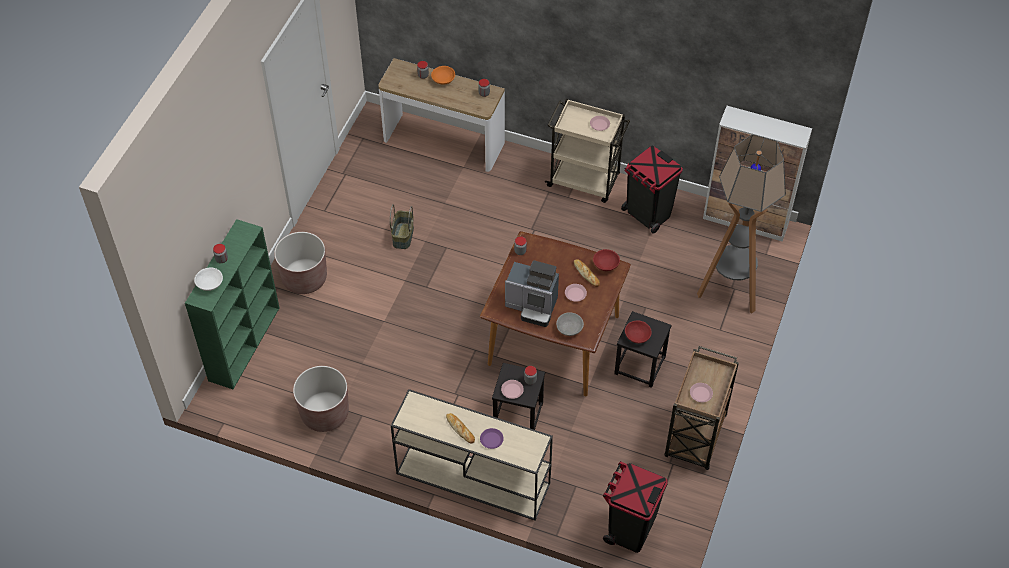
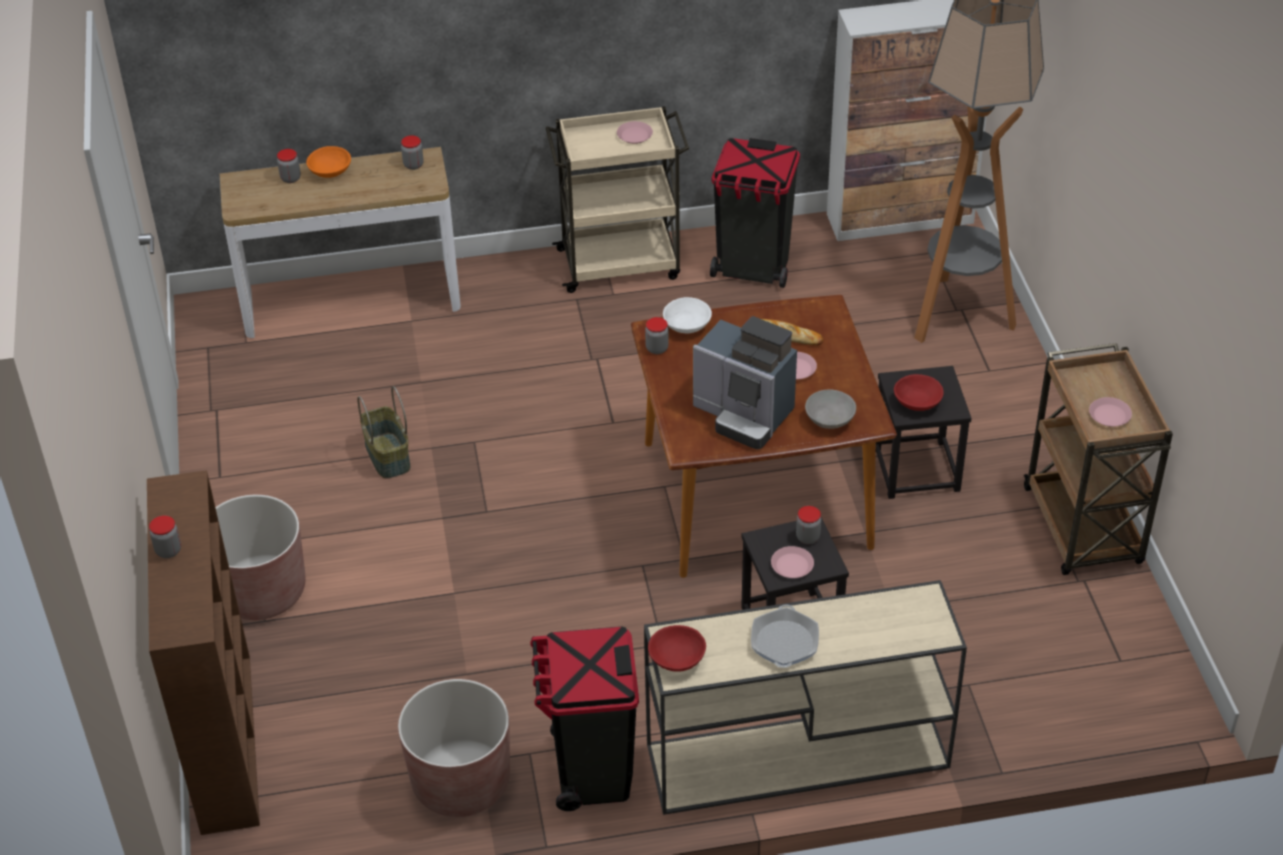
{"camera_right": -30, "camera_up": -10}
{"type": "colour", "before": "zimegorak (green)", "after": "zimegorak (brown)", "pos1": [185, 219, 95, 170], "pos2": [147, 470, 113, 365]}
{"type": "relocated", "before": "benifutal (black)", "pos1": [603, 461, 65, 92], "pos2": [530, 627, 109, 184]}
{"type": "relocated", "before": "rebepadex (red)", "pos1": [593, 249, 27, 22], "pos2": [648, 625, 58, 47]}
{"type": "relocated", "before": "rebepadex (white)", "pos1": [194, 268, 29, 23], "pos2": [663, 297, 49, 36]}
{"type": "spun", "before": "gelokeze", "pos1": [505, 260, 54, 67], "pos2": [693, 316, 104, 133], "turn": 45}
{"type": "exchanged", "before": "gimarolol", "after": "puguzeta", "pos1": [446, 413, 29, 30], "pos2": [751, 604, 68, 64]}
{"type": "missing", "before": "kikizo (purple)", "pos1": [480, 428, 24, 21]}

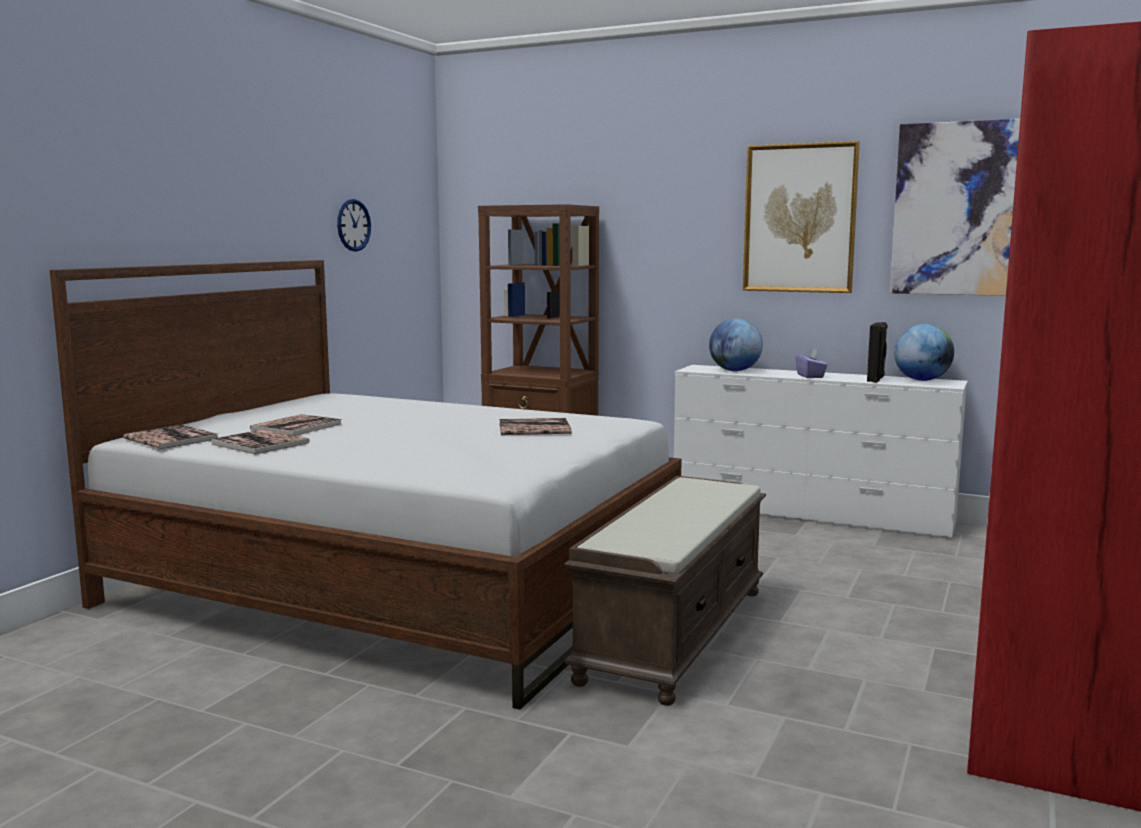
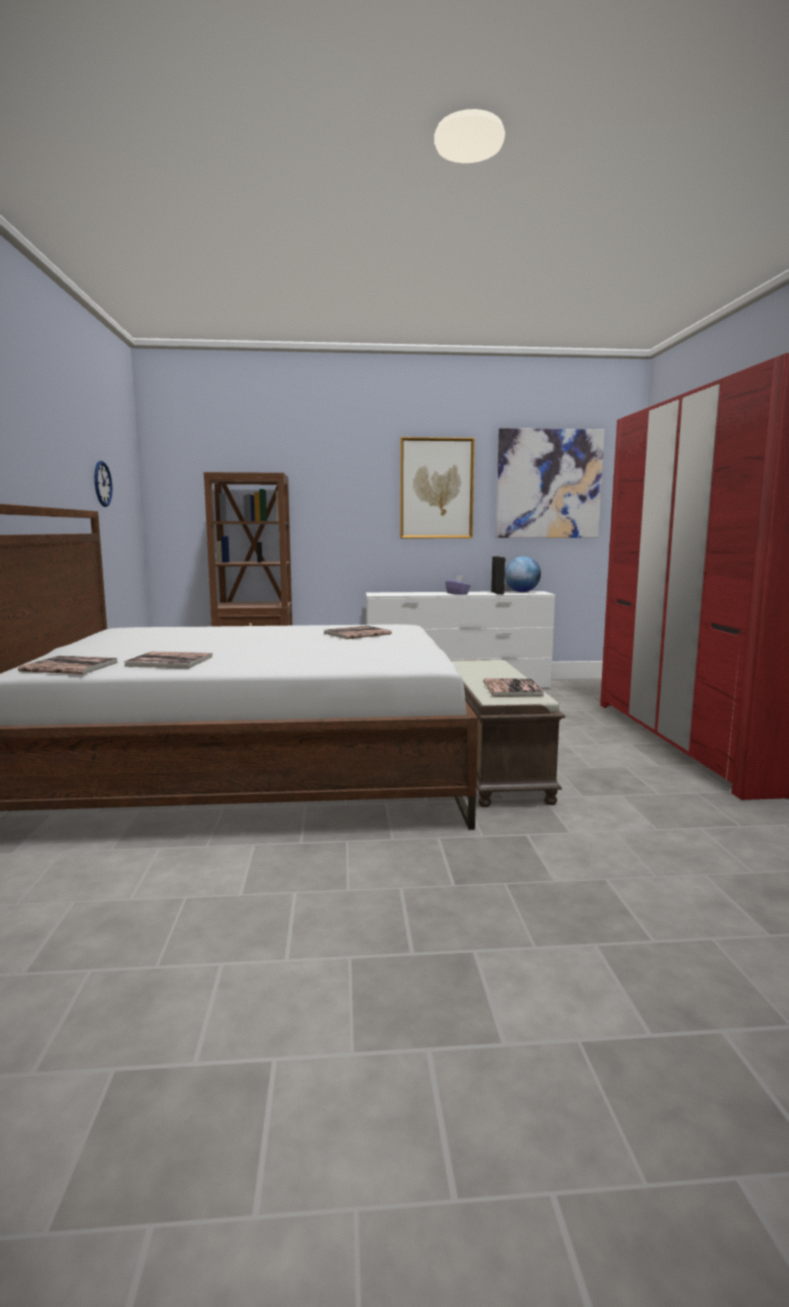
{"camera_right": -30, "camera_up": 0}
{"type": "relocated", "before": "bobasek", "pos1": [250, 414, 92, 22], "pos2": [483, 678, 61, 18]}
{"type": "missing", "before": "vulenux", "pos1": [709, 318, 54, 53]}

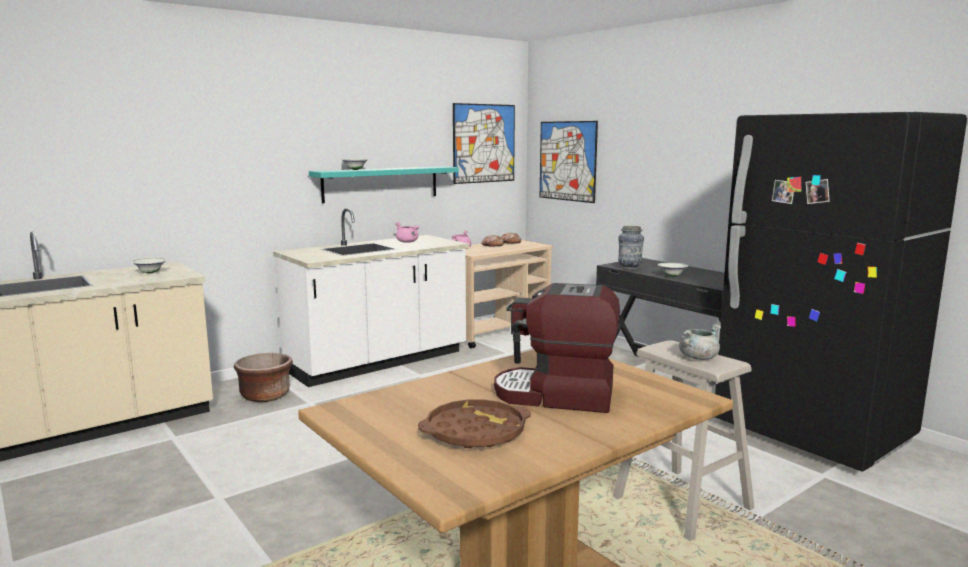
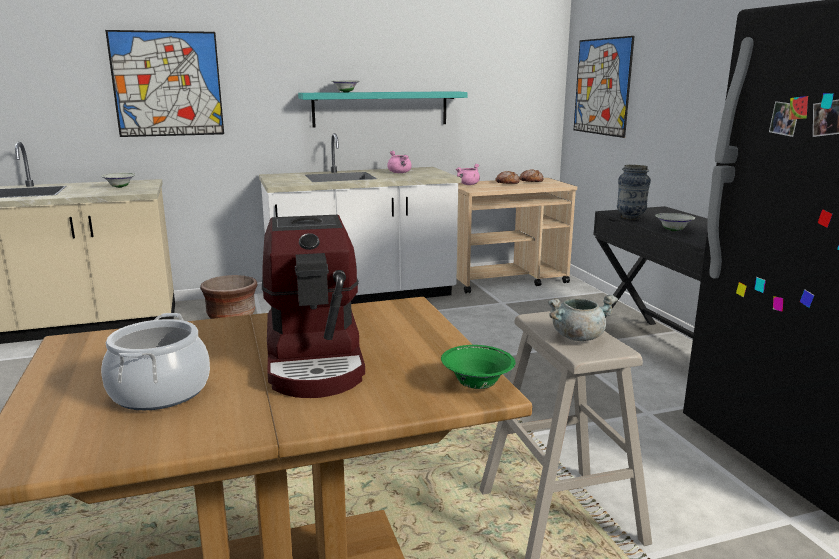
{"camera_right": 20, "camera_up": 5}
{"type": "exchanged", "before": "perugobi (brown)", "after": "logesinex", "pos1": [418, 399, 113, 49], "pos2": [101, 313, 109, 97]}
{"type": "relocated", "before": "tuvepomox", "pos1": [453, 103, 62, 81], "pos2": [105, 30, 119, 107]}
{"type": "spun", "before": "gelokeze", "pos1": [494, 283, 126, 130], "pos2": [262, 215, 103, 183], "turn": -135}
{"type": "appeared", "after": "rebepadex (green)", "pos2": [441, 345, 74, 44]}

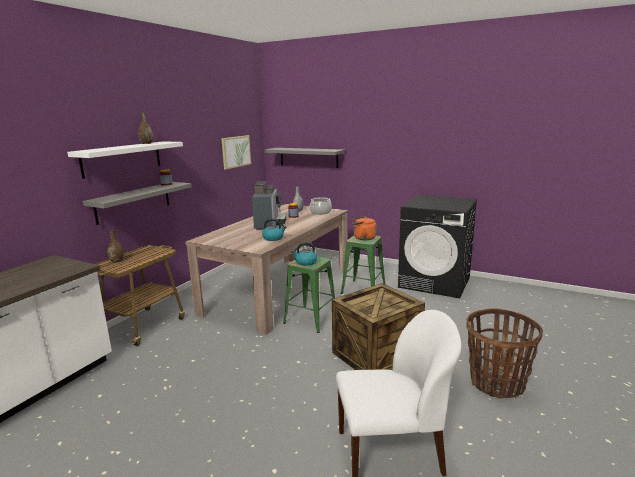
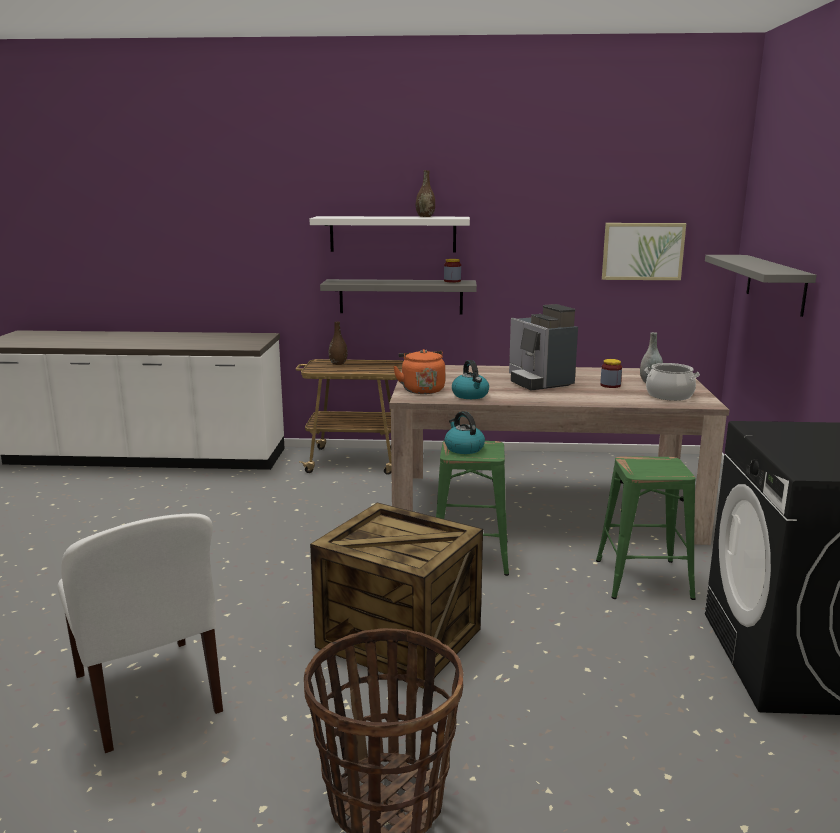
{"camera_right": 65, "camera_up": 0}
{"type": "relocated", "before": "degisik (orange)", "pos1": [352, 216, 25, 24], "pos2": [393, 349, 52, 45]}
{"type": "spun", "before": "gelokeze", "pos1": [252, 181, 34, 49], "pos2": [509, 304, 69, 87], "turn": 90}

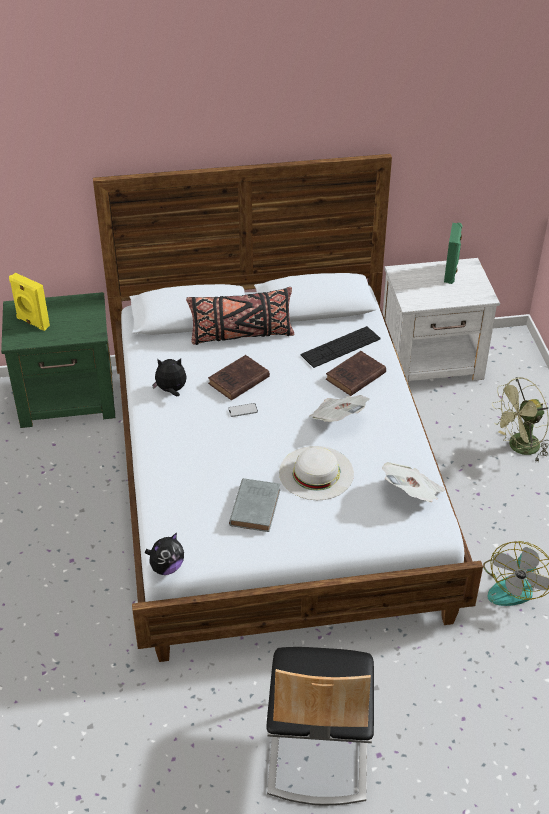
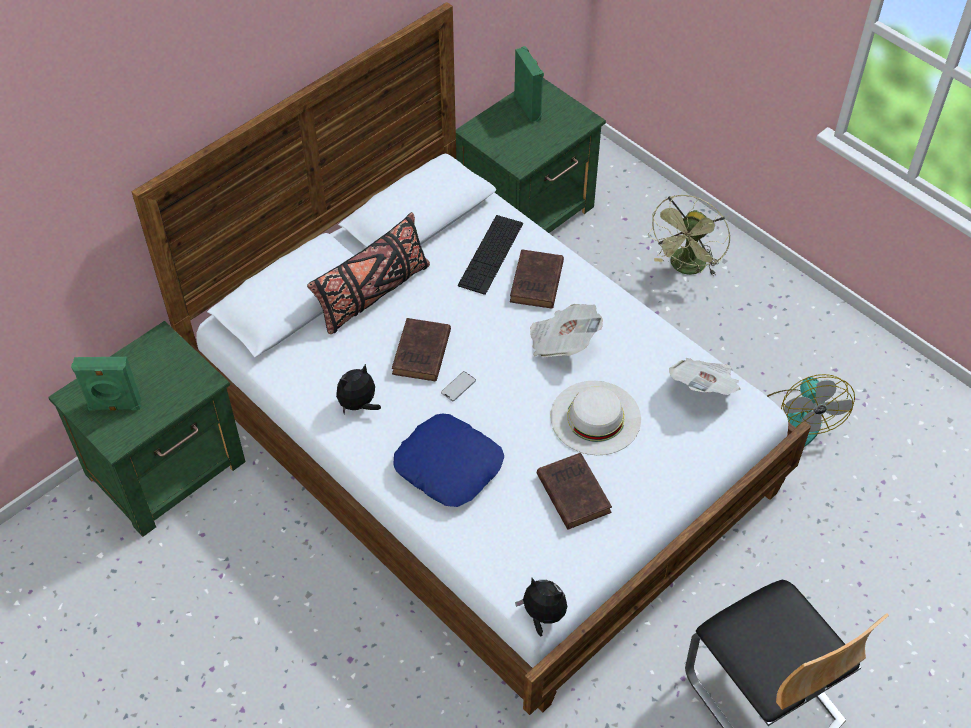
{"camera_right": -35, "camera_up": 10}
{"type": "colour", "before": "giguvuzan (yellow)", "after": "giguvuzan (green)", "pos1": [9, 273, 41, 58], "pos2": [71, 357, 70, 54]}
{"type": "appeared", "after": "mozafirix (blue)", "pos2": [393, 414, 111, 93]}
{"type": "colour", "before": "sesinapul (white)", "after": "sesinapul (green)", "pos1": [383, 258, 117, 124], "pos2": [456, 78, 150, 155]}
{"type": "spun", "before": "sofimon", "pos1": [145, 533, 39, 42], "pos2": [515, 578, 53, 59], "turn": -75}
{"type": "colour", "before": "bobasek (grey)", "after": "bobasek (brown)", "pos1": [229, 478, 51, 54], "pos2": [537, 453, 75, 76]}

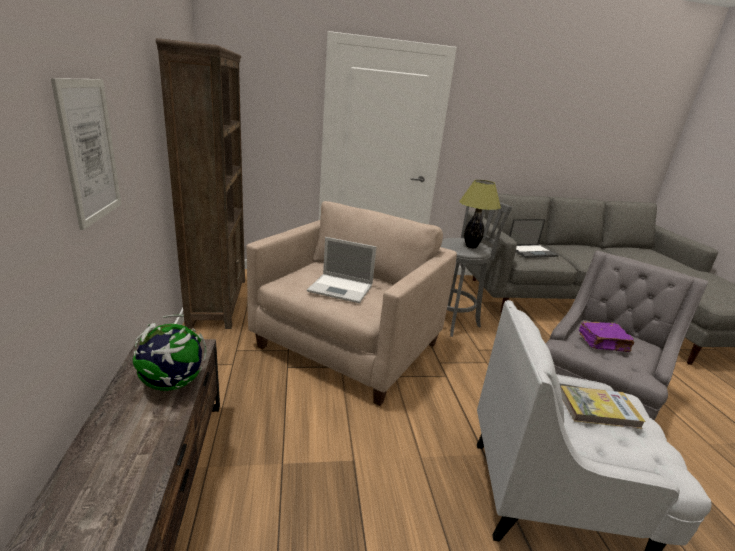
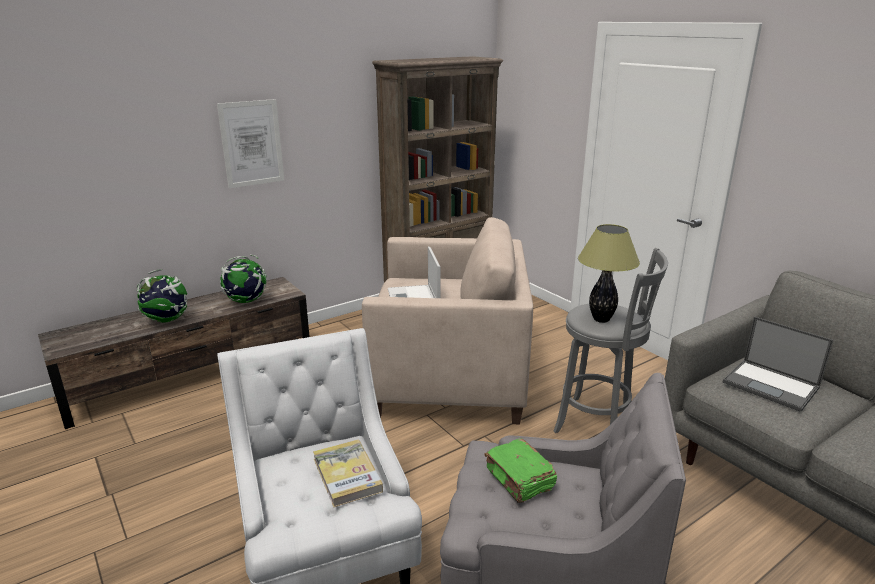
{"camera_right": 65, "camera_up": 0}
{"type": "appeared", "after": "vulenux", "pos2": [137, 269, 51, 54]}
{"type": "colour", "before": "bobasek (purple)", "after": "bobasek (green)", "pos1": [579, 322, 55, 30], "pos2": [484, 439, 73, 64]}

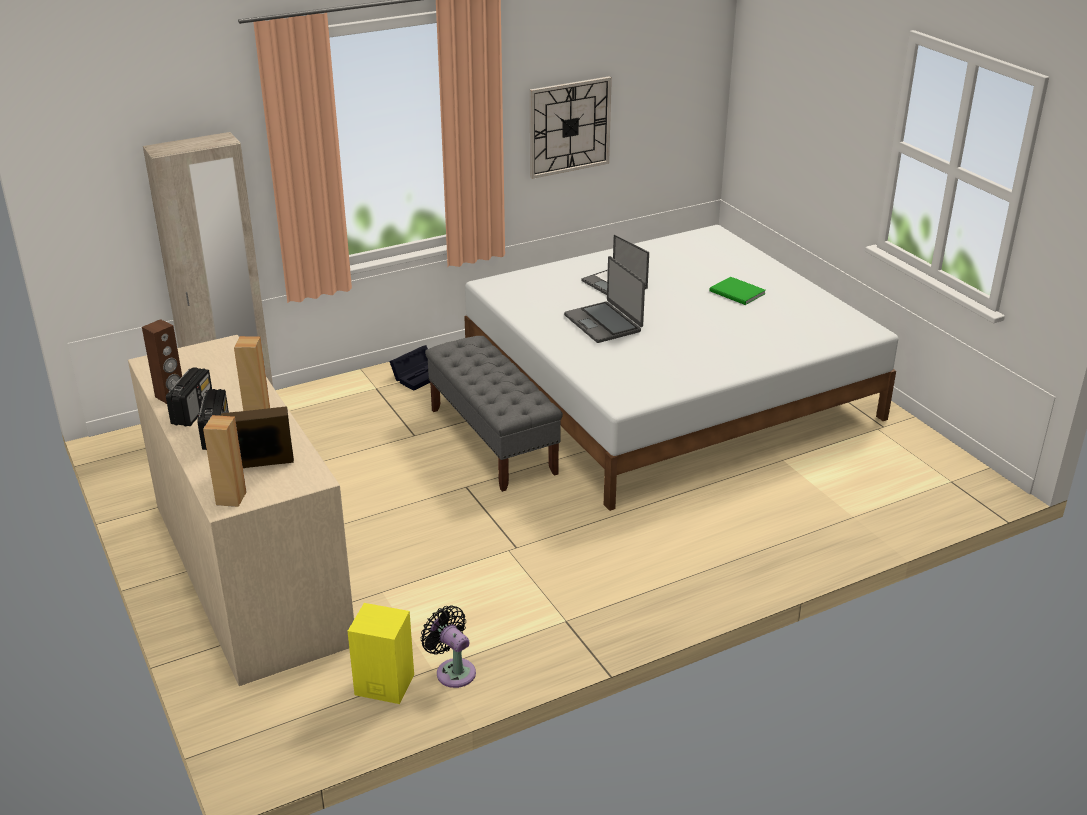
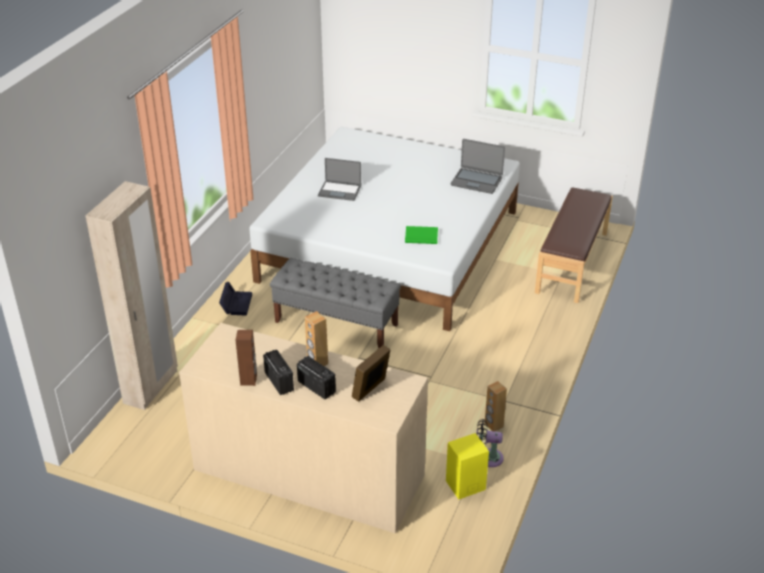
{"camera_right": -40, "camera_up": 5}
{"type": "relocated", "before": "bobasek (green)", "pos1": [709, 277, 57, 28], "pos2": [405, 226, 33, 18]}
{"type": "relocated", "before": "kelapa", "pos1": [564, 256, 81, 87], "pos2": [451, 139, 54, 55]}
{"type": "relocated", "before": "giguvuzan (brown)", "pos1": [203, 415, 43, 92], "pos2": [485, 381, 22, 50]}
{"type": "appeared", "after": "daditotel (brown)", "pos2": [535, 187, 78, 116]}
{"type": "missing", "before": "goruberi", "pos1": [530, 76, 82, 103]}

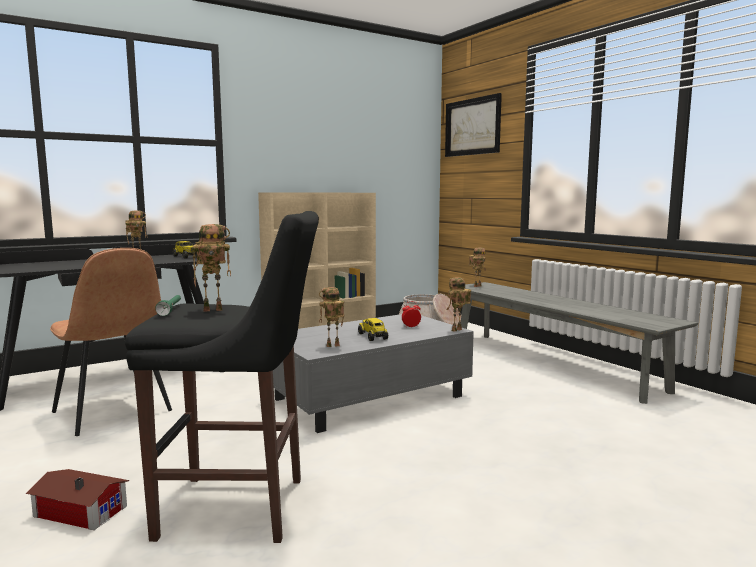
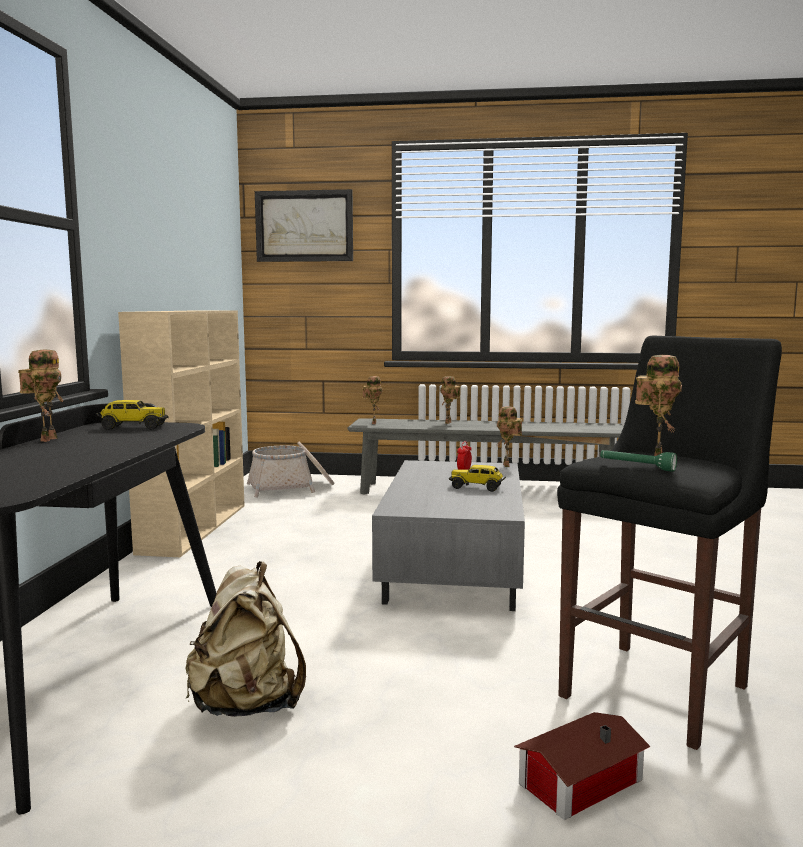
{"camera_right": -50, "camera_up": 0}
{"type": "exchanged", "before": "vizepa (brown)", "after": "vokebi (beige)", "pos1": [50, 248, 122, 188], "pos2": [186, 561, 120, 156]}
{"type": "relocated", "before": "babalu", "pos1": [319, 287, 25, 60], "pos2": [440, 376, 20, 48]}

